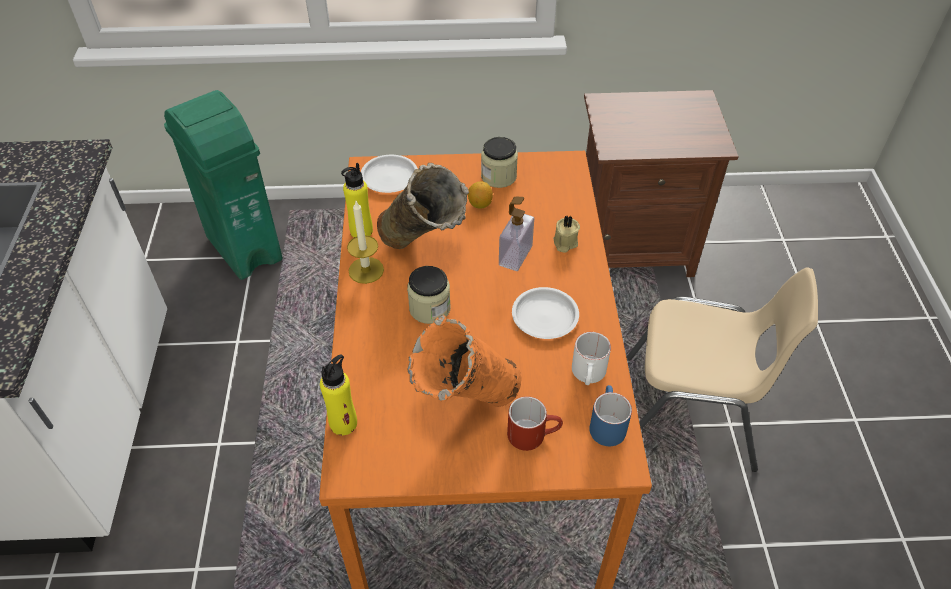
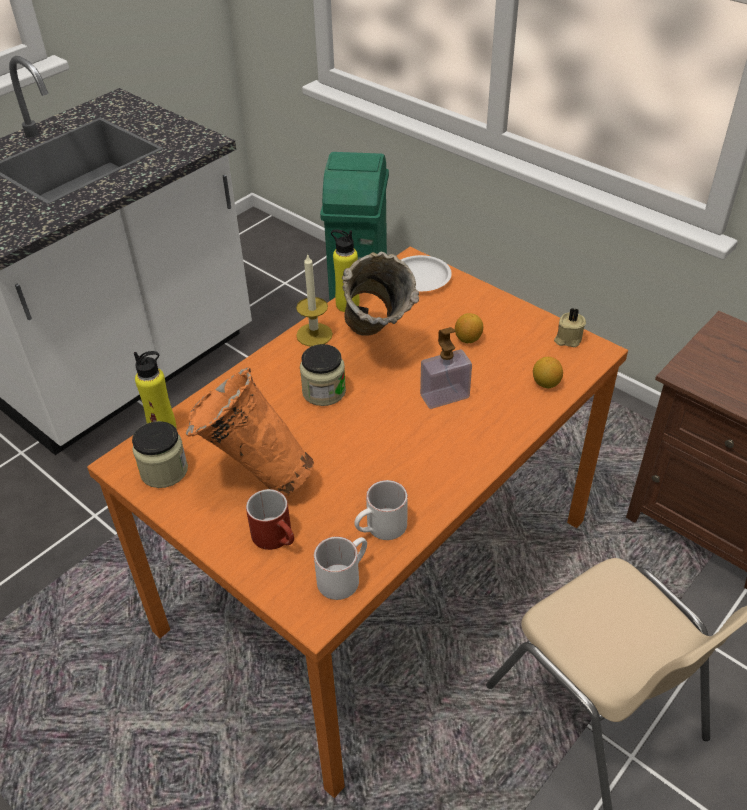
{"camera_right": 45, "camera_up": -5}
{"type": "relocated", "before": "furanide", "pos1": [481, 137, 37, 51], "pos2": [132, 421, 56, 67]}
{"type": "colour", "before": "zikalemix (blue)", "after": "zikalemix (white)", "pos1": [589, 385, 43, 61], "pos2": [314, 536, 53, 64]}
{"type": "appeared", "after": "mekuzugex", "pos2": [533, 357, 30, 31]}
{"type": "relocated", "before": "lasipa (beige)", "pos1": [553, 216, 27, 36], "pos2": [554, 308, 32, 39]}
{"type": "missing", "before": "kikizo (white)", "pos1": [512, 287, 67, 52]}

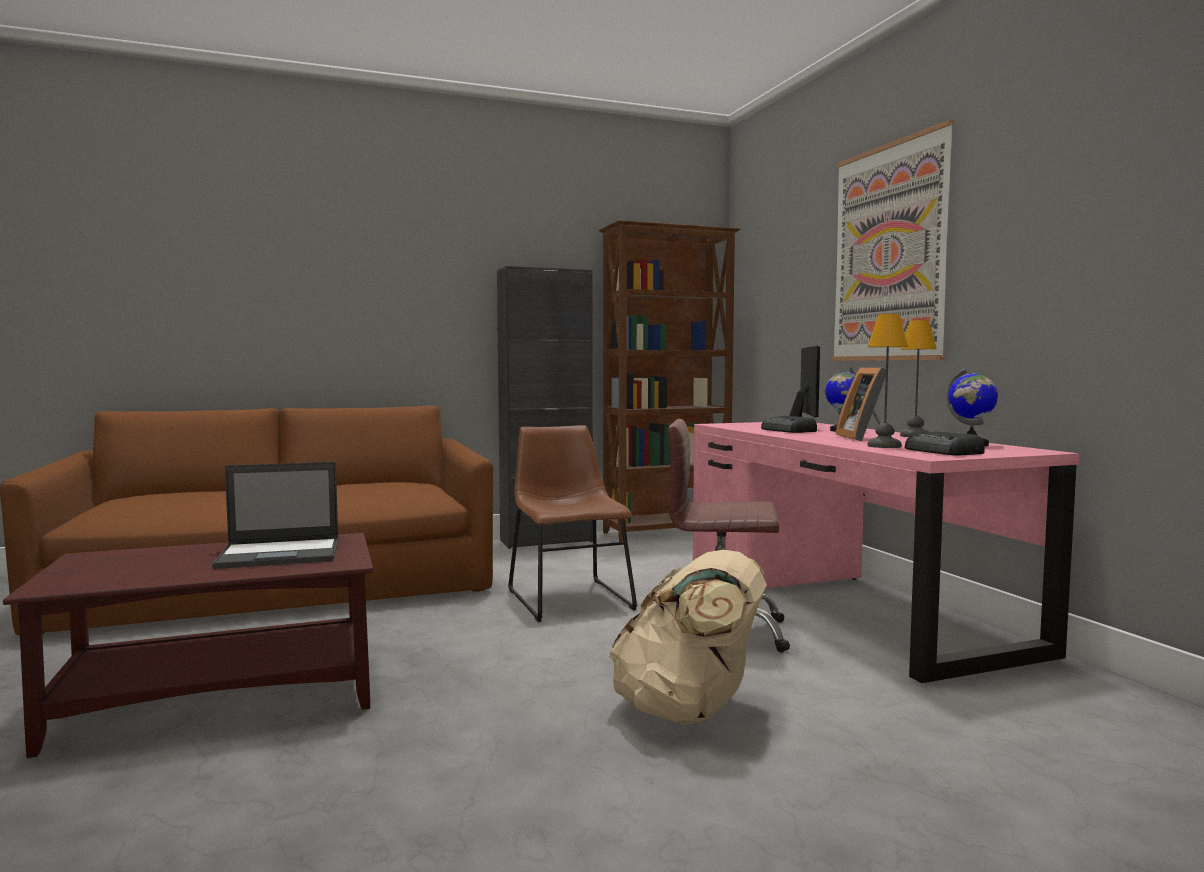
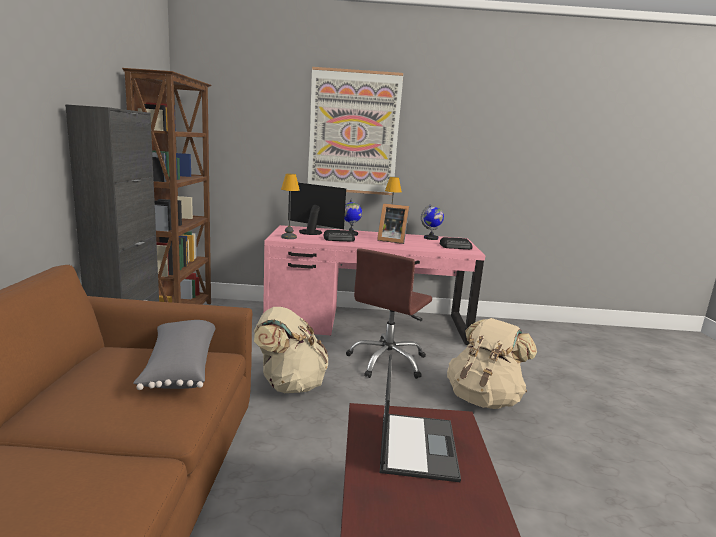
{"camera_right": -70, "camera_up": 10}
{"type": "appeared", "after": "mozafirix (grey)", "pos2": [133, 320, 83, 70]}
{"type": "exchanged", "before": "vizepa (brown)", "after": "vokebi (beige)", "pos1": [508, 425, 129, 197], "pos2": [254, 307, 75, 86]}
{"type": "relocated", "before": "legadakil", "pos1": [867, 314, 41, 134], "pos2": [281, 174, 19, 65]}

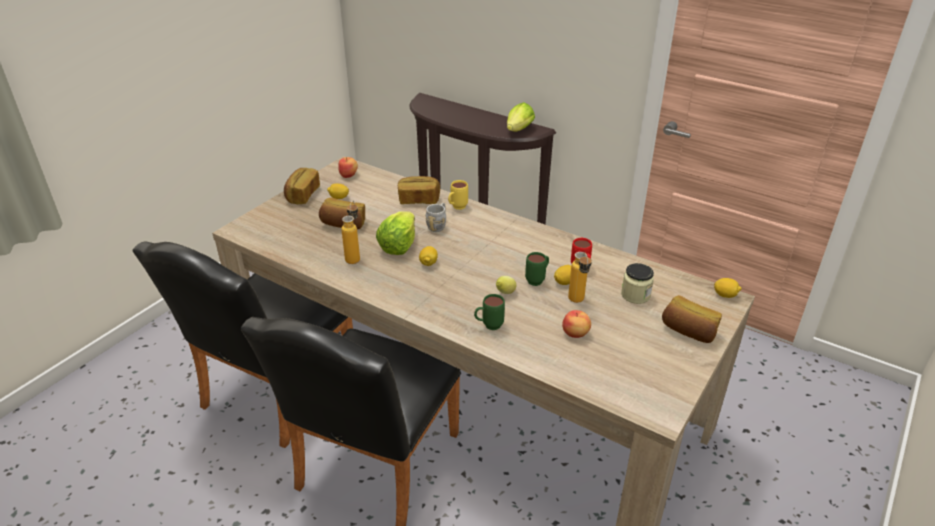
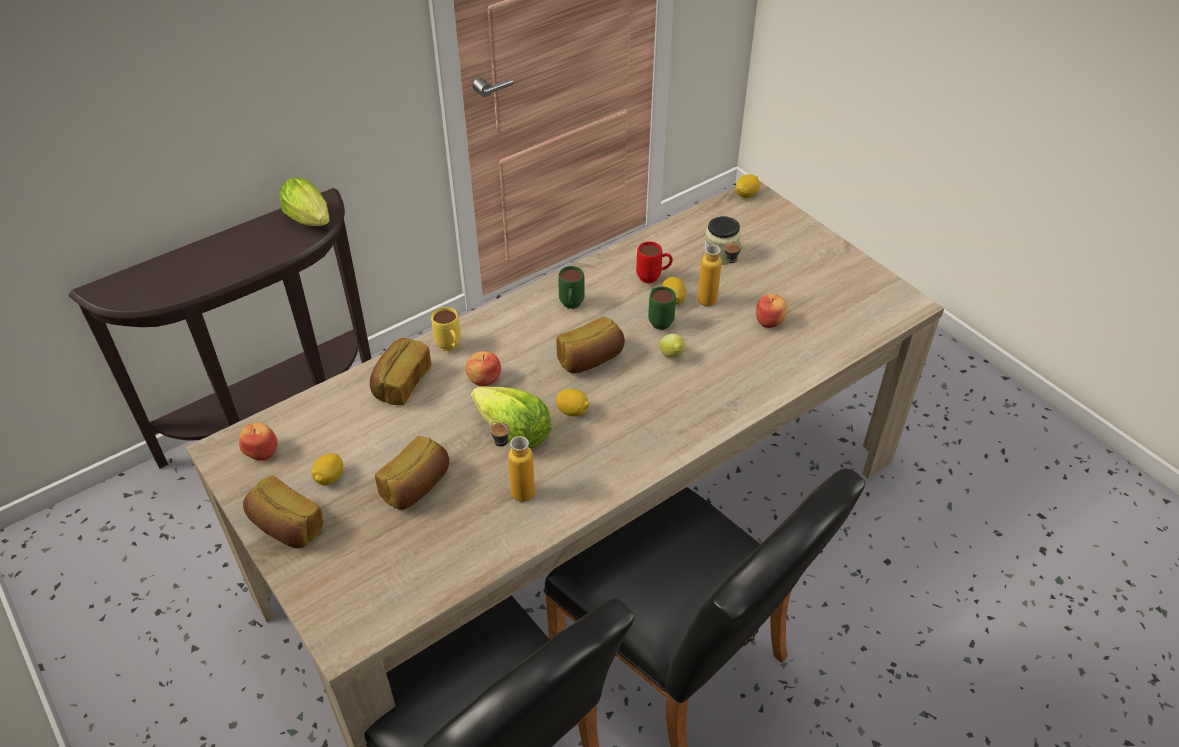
{"camera_right": -70, "camera_up": 10}
{"type": "exchanged", "before": "zikalemix (grey)", "after": "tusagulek", "pos1": [425, 203, 21, 29], "pos2": [466, 351, 35, 35]}
{"type": "relocated", "before": "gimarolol", "pos1": [662, 295, 60, 48], "pos2": [556, 316, 69, 57]}
{"type": "relocated", "before": "zikalemix (green)", "pos1": [474, 294, 31, 36], "pos2": [558, 266, 27, 43]}

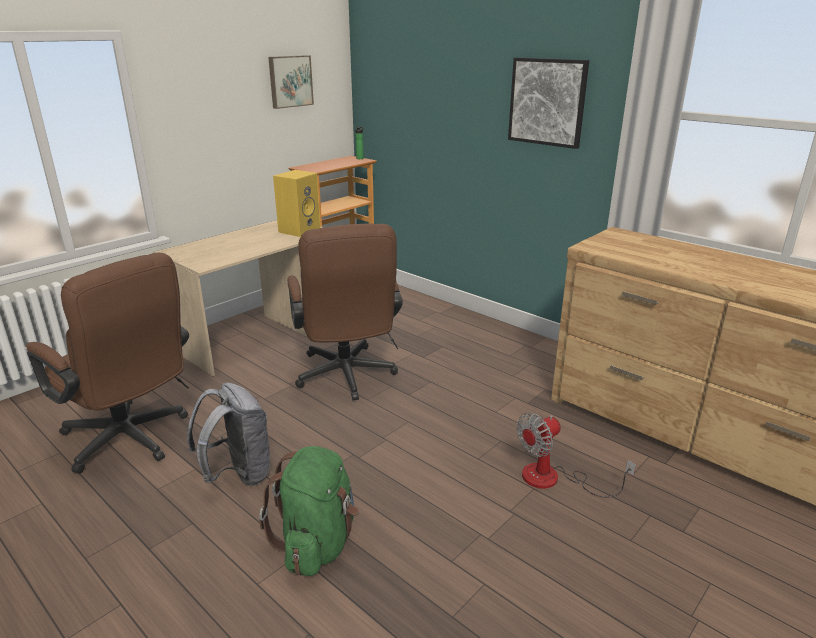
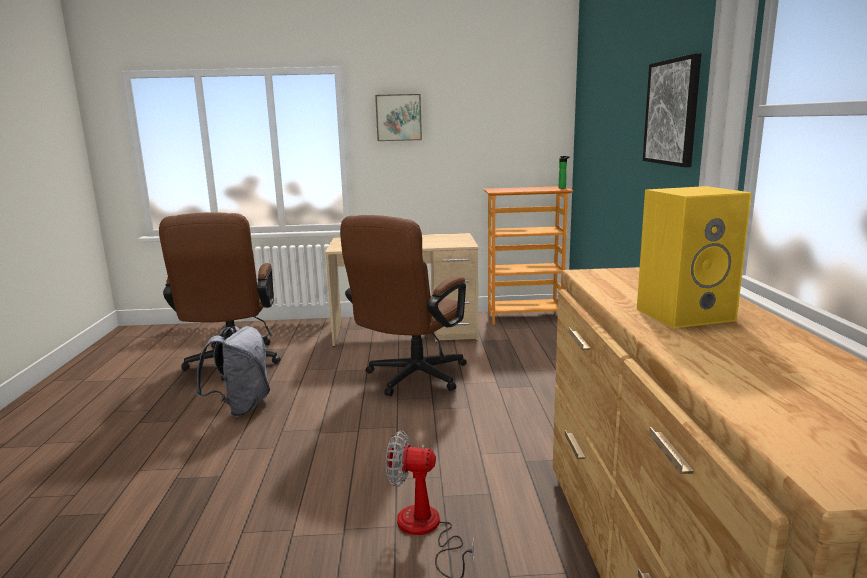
{"camera_right": 45, "camera_up": -10}
{"type": "relocated", "before": "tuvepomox", "pos1": [268, 55, 46, 54], "pos2": [375, 94, 47, 47]}
{"type": "relocated", "before": "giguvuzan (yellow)", "pos1": [273, 170, 48, 67], "pos2": [637, 186, 115, 142]}
{"type": "missing", "before": "vokebi (green)", "pos1": [259, 446, 100, 130]}

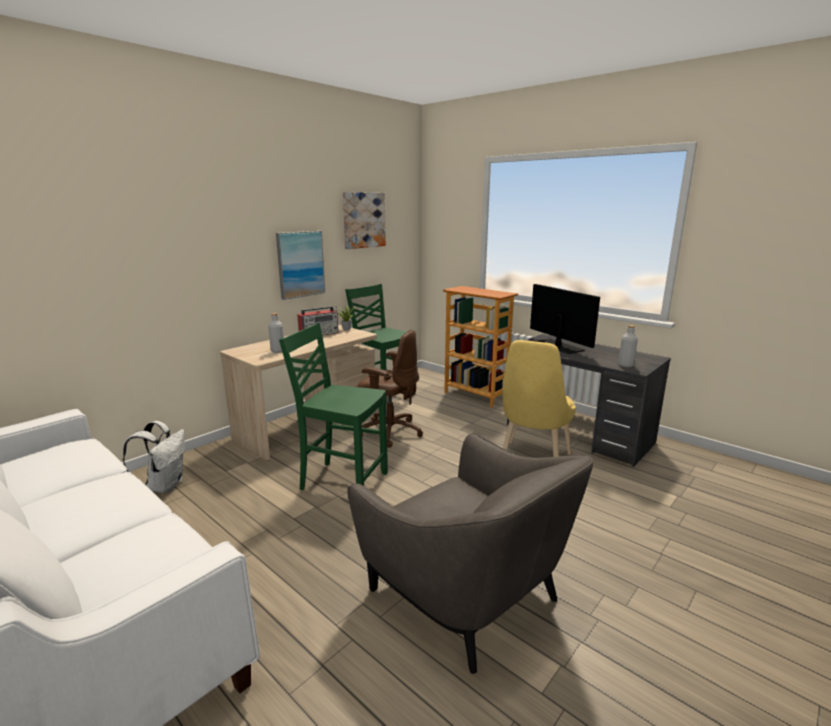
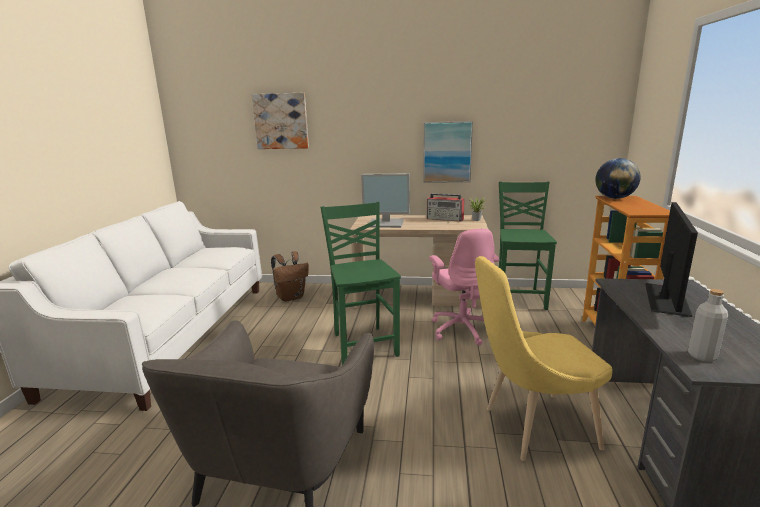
{"camera_right": 55, "camera_up": 0}
{"type": "relocated", "before": "tuvepomox", "pos1": [343, 192, 43, 57], "pos2": [252, 93, 57, 56]}
{"type": "colour", "before": "vokebi (white)", "after": "vokebi (brown)", "pos1": [123, 421, 62, 73], "pos2": [271, 251, 38, 51]}
{"type": "exchanged", "before": "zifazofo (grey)", "after": "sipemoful", "pos1": [268, 313, 16, 40], "pos2": [361, 174, 49, 54]}
{"type": "colour", "before": "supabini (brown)", "after": "supabini (pink)", "pos1": [357, 330, 66, 118], "pos2": [429, 228, 71, 118]}
{"type": "appeared", "after": "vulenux", "pos2": [595, 158, 46, 41]}

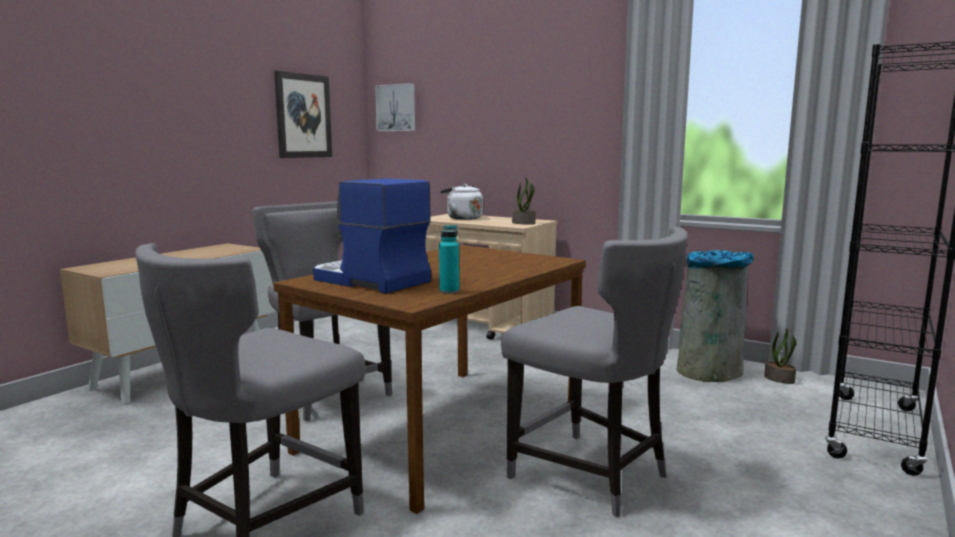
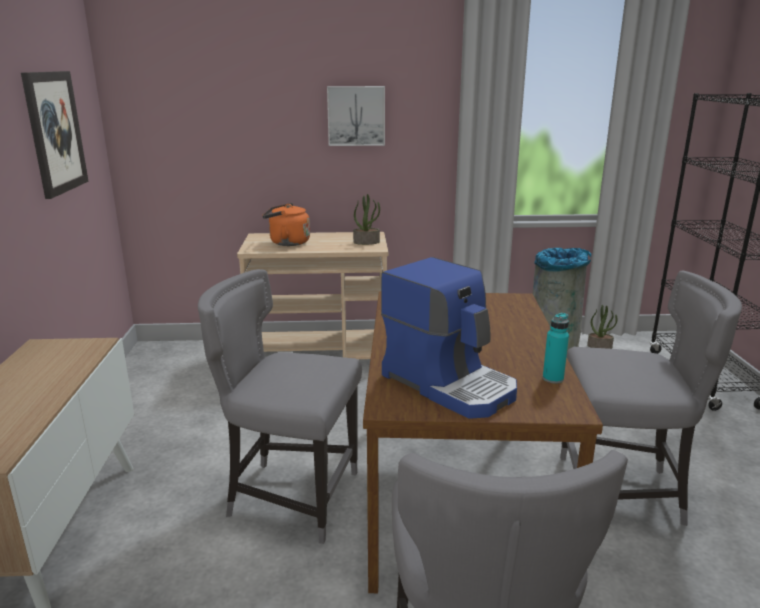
{"camera_right": -35, "camera_up": 10}
{"type": "colour", "before": "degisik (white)", "after": "degisik (orange)", "pos1": [440, 184, 43, 36], "pos2": [262, 203, 48, 43]}
{"type": "relocated", "before": "tuvepomox", "pos1": [375, 83, 40, 48], "pos2": [327, 86, 58, 60]}
{"type": "spun", "before": "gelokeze", "pos1": [313, 178, 118, 116], "pos2": [381, 257, 136, 162], "turn": -135}

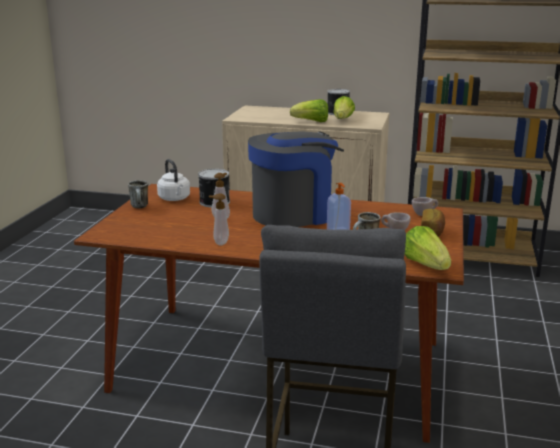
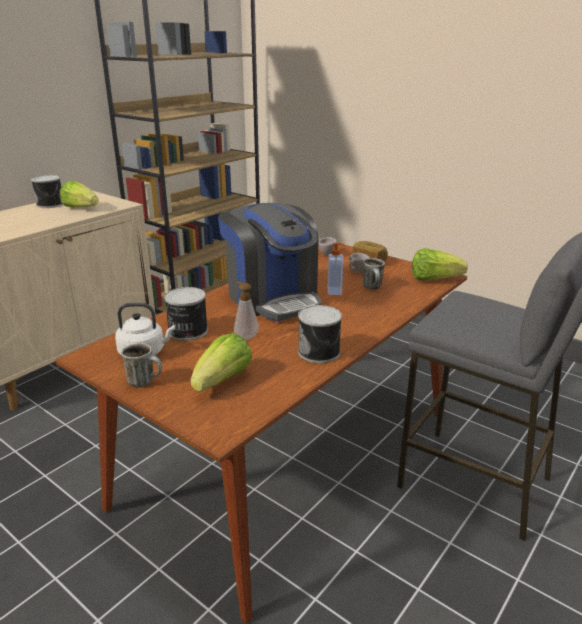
{"camera_right": -65, "camera_up": 5}
{"type": "relocated", "before": "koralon", "pos1": [290, 99, 38, 23], "pos2": [190, 333, 62, 59]}
{"type": "spun", "before": "gelokeze", "pos1": [248, 131, 96, 96], "pos2": [218, 203, 103, 118], "turn": 150}
{"type": "exchanged", "before": "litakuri", "after": "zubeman", "pos1": [209, 193, 20, 53], "pos2": [298, 305, 44, 58]}

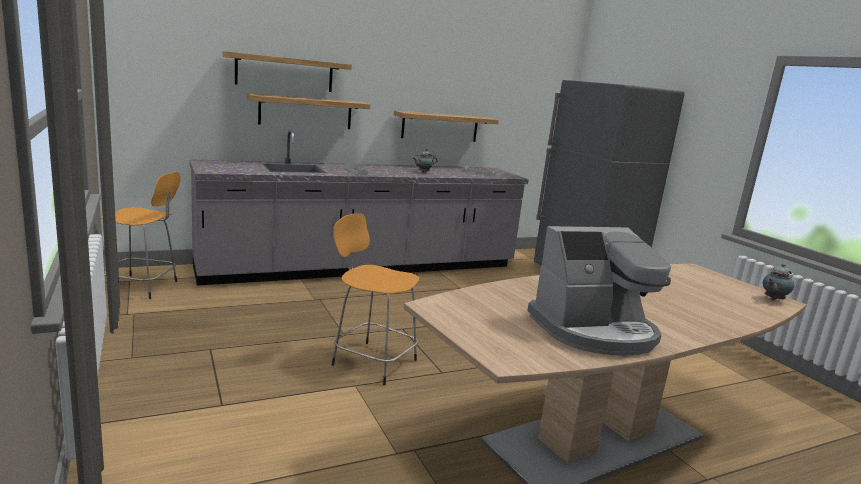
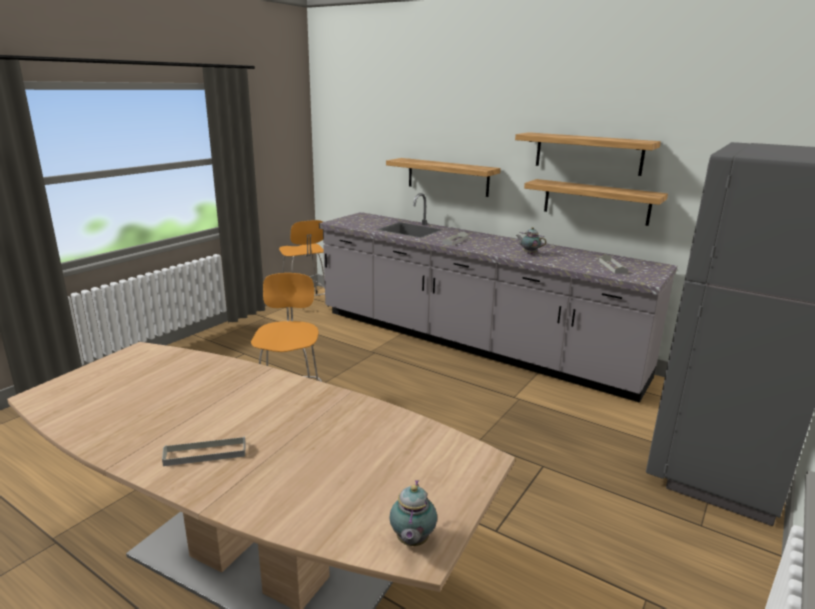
{"camera_right": 60, "camera_up": 5}
{"type": "appeared", "after": "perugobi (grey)", "pos2": [162, 436, 84, 30]}
{"type": "spun", "before": "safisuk", "pos1": [763, 263, 31, 37], "pos2": [390, 480, 47, 66], "turn": -105}
{"type": "relocated", "before": "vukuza", "pos1": [223, 51, 129, 41], "pos2": [515, 132, 146, 44]}
{"type": "missing", "before": "gelokeze", "pos1": [527, 226, 144, 130]}

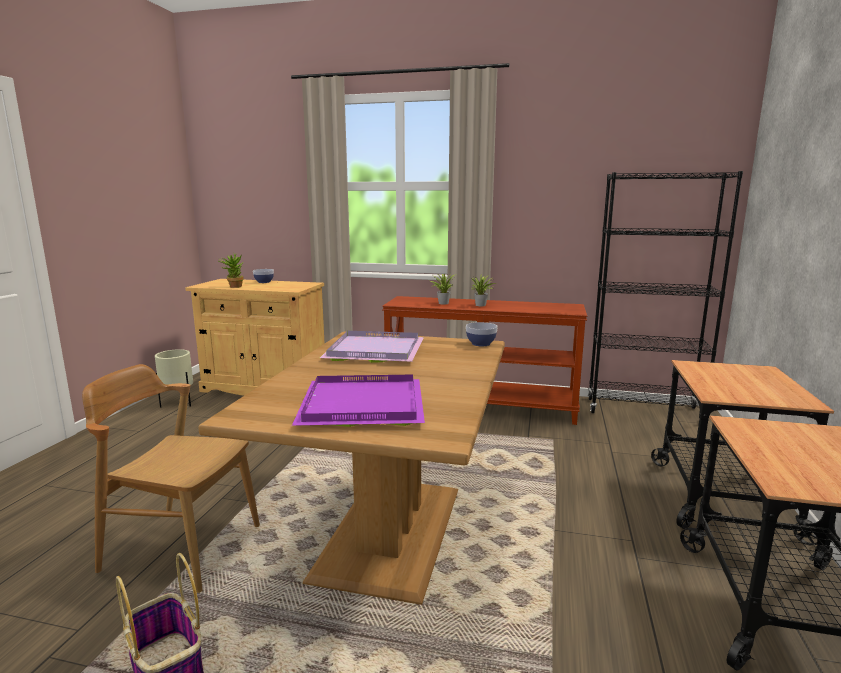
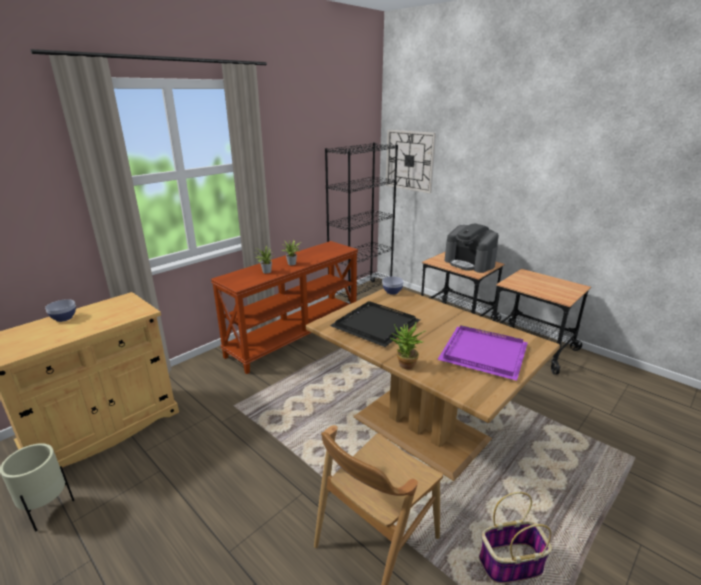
{"camera_right": -60, "camera_up": 10}
{"type": "colour", "before": "perugobi (purple)", "after": "perugobi (black)", "pos1": [320, 331, 104, 32], "pos2": [330, 301, 90, 46]}
{"type": "appeared", "after": "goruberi", "pos2": [386, 130, 50, 63]}
{"type": "relocated", "before": "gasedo", "pos1": [219, 254, 24, 34], "pos2": [390, 322, 35, 47]}
{"type": "appeared", "after": "gelokeze", "pos2": [445, 223, 54, 50]}

